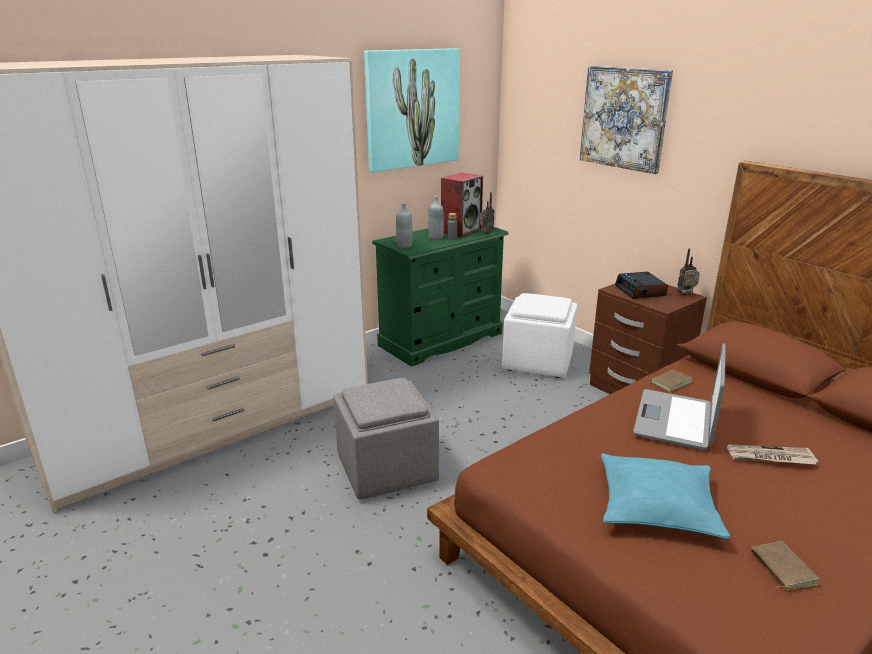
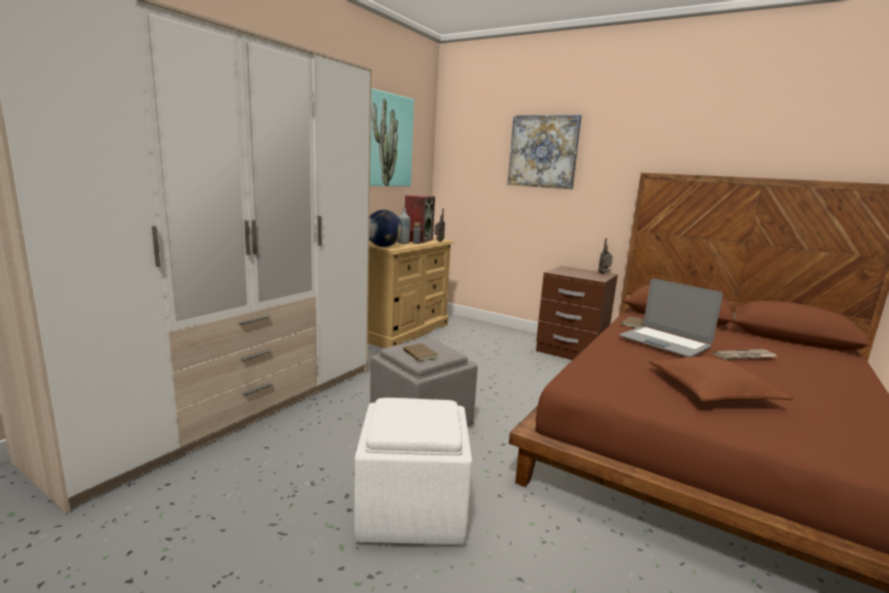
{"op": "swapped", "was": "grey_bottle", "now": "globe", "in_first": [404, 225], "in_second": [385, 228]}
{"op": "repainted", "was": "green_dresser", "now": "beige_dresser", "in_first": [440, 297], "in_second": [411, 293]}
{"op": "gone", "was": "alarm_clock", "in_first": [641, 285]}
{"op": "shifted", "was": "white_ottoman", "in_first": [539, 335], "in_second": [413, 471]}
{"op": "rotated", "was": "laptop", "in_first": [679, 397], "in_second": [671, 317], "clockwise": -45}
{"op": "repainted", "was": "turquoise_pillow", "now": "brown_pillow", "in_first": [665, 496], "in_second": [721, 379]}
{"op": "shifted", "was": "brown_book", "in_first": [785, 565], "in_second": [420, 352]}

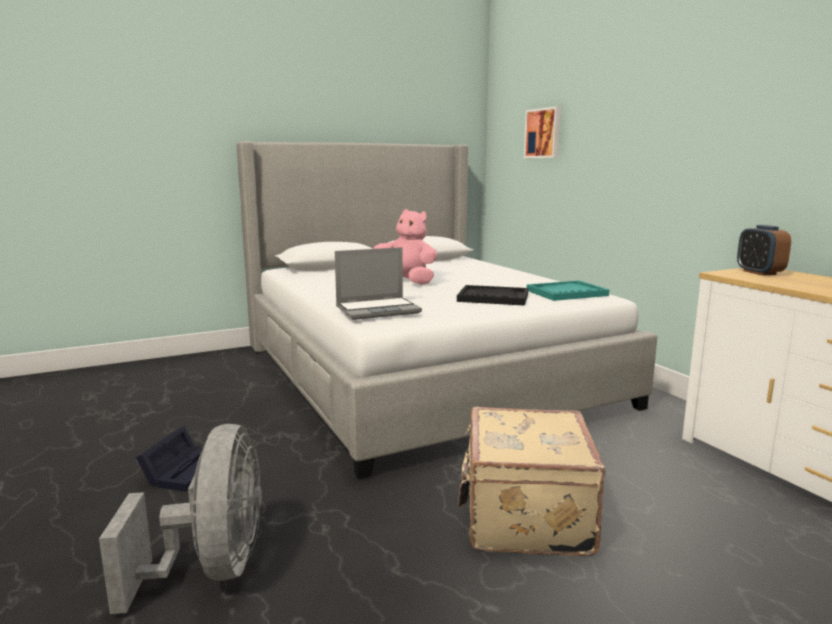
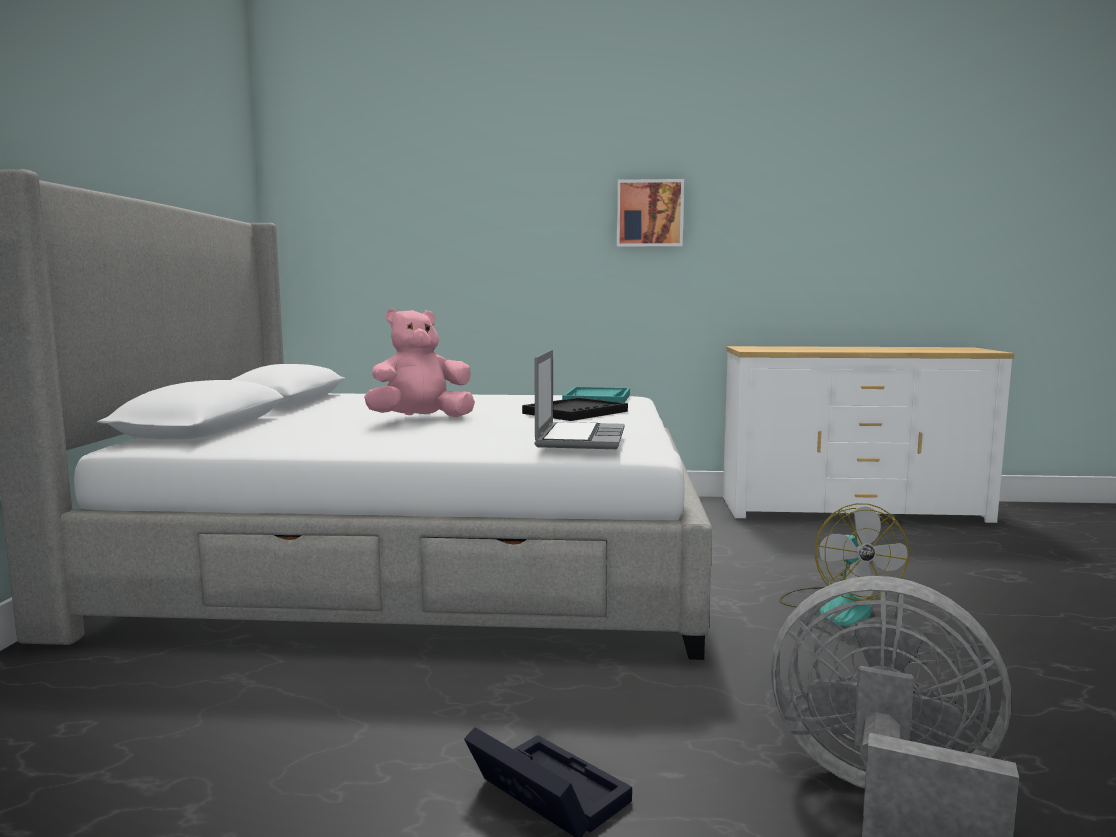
{"op": "shifted", "was": "picture", "in_first": [542, 132], "in_second": [650, 213]}
{"op": "gone", "was": "alarm_clock", "in_first": [764, 250]}
{"op": "swapped", "was": "beige_suitcase", "now": "fan", "in_first": [532, 481], "in_second": [844, 564]}

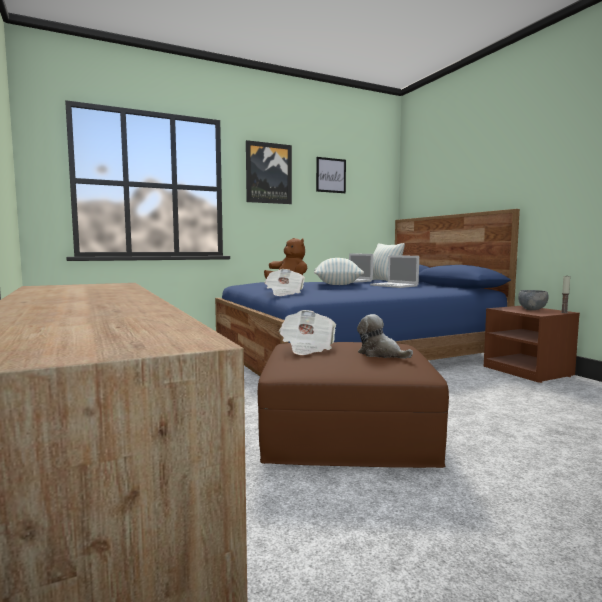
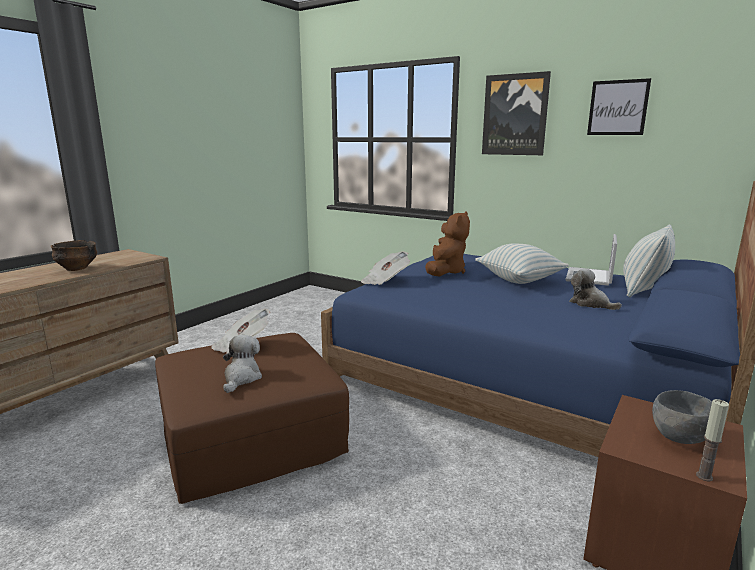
{"op": "swapped", "was": "laptop", "now": "plush_toy", "in_first": [394, 271], "in_second": [595, 289]}
{"op": "new", "now": "bowl", "in_second": [74, 255]}

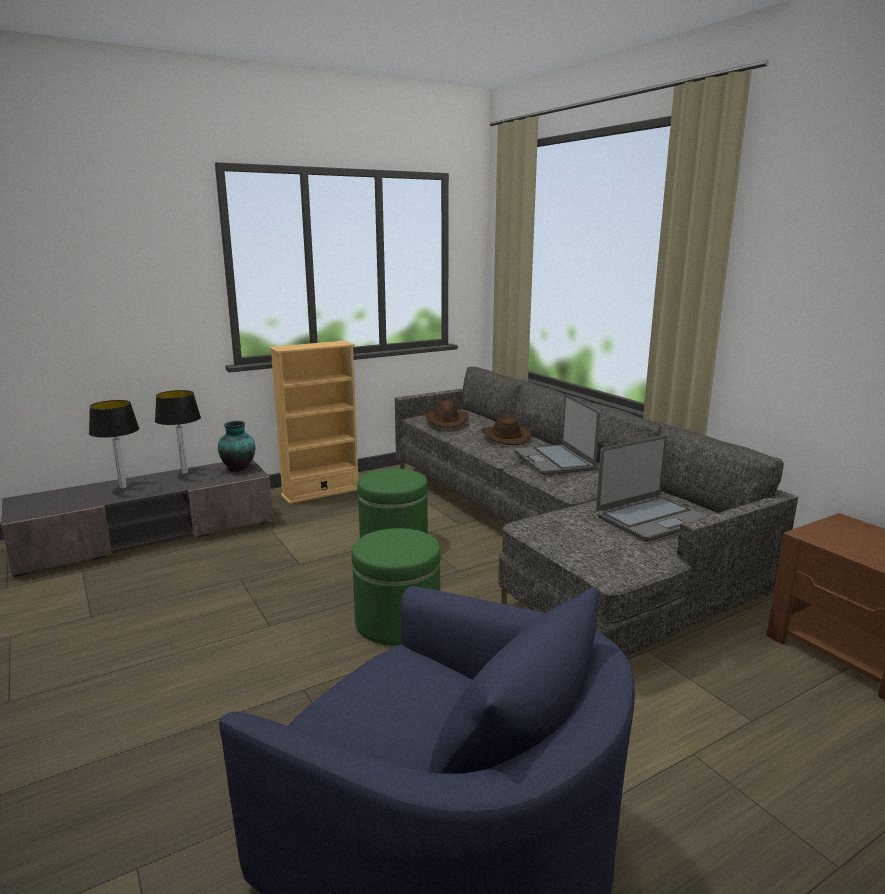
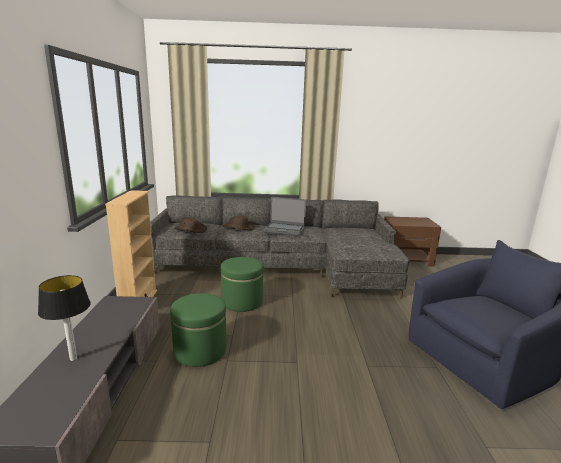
{"op": "gone", "was": "table_lamp", "in_first": [178, 432]}
{"op": "gone", "was": "vase", "in_first": [236, 446]}
{"op": "gone", "was": "laptop", "in_first": [651, 488]}
{"op": "shifted", "was": "green_ottoman", "in_first": [396, 587], "in_second": [198, 330]}

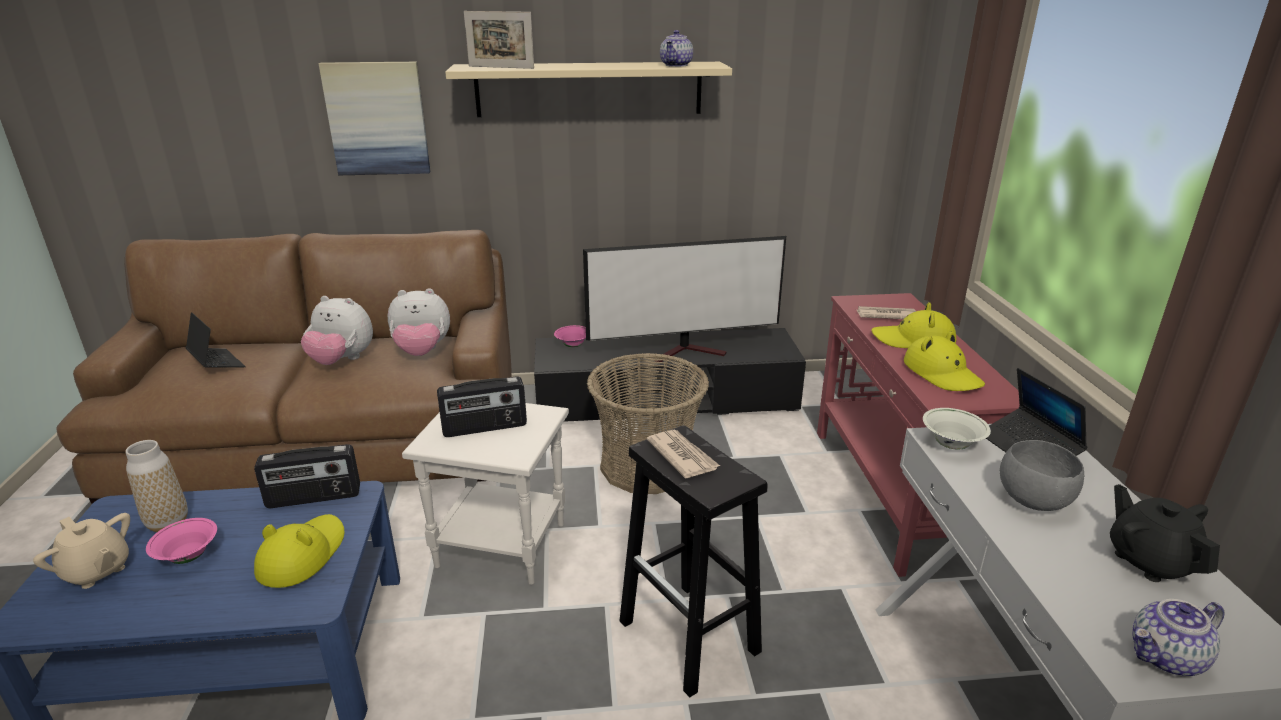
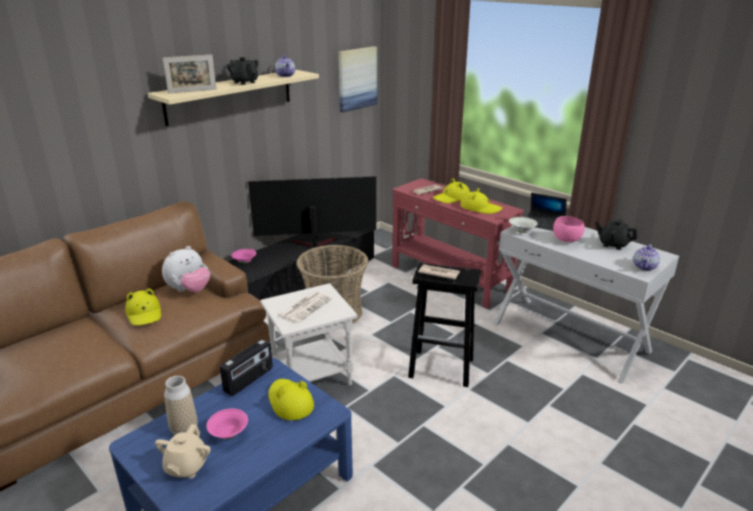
{"op": "shifted", "was": "picture", "in_first": [374, 118], "in_second": [357, 79]}
{"op": "rotated", "was": "television", "in_first": [684, 299], "in_second": [312, 212], "clockwise": -135}
{"op": "swapped", "was": "plush_toy", "now": "yellow_hat", "in_first": [337, 330], "in_second": [143, 307]}
{"op": "gone", "was": "laptop", "in_first": [215, 340]}
{"op": "swapped", "was": "radio", "now": "newspaper", "in_first": [482, 406], "in_second": [305, 307]}
{"op": "repainted", "was": "grey_bowl", "now": "pink_bowl", "in_first": [1042, 475], "in_second": [569, 229]}
{"op": "rotated", "was": "beige_teapot", "in_first": [81, 551], "in_second": [183, 451], "clockwise": 105}
{"op": "new", "now": "black_teapot", "in_second": [242, 71]}

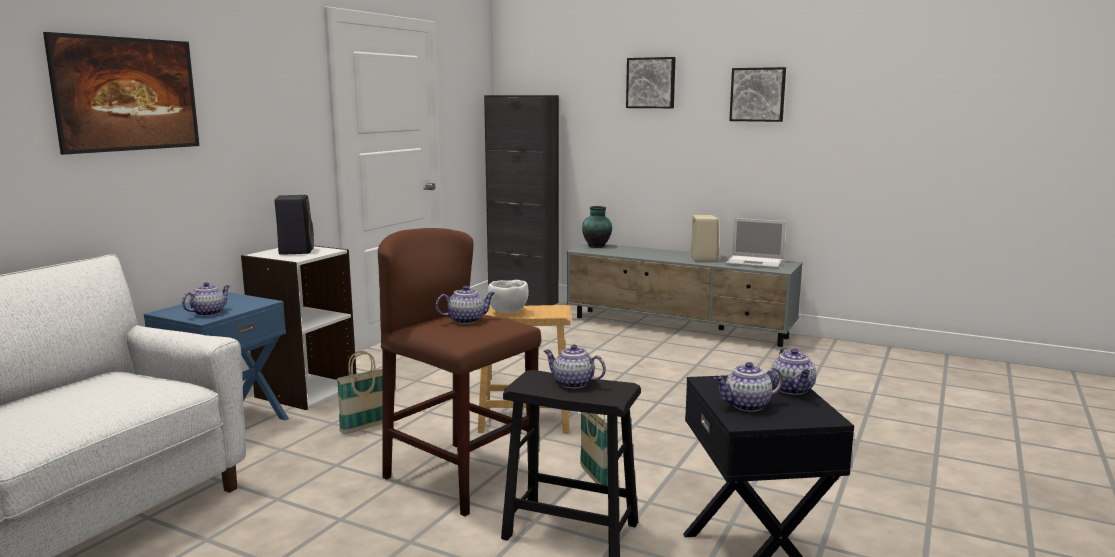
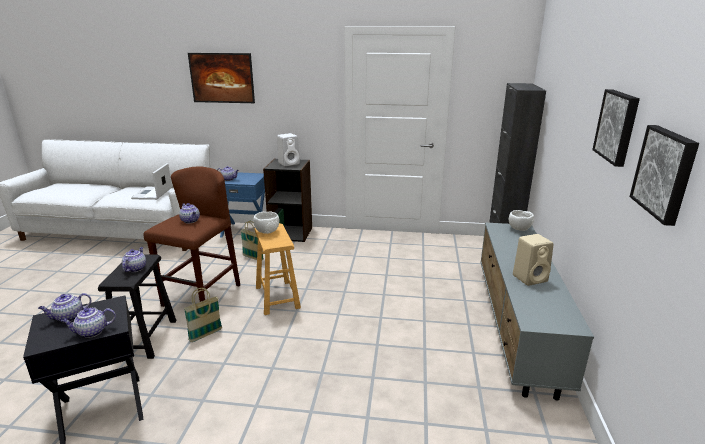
{"op": "shifted", "was": "picture", "in_first": [651, 82], "in_second": [664, 175]}
{"op": "repainted", "was": "black_speaker", "now": "white_speaker", "in_first": [294, 225], "in_second": [288, 149]}
{"op": "swapped", "was": "vase", "now": "white_bowl", "in_first": [597, 227], "in_second": [521, 220]}
{"op": "shifted", "was": "laptop", "in_first": [755, 243], "in_second": [151, 181]}
{"op": "repainted", "was": "white_bookcase", "now": "black_bookcase", "in_first": [298, 327], "in_second": [287, 200]}
{"op": "rotated", "was": "teapot", "in_first": [748, 387], "in_second": [64, 307], "clockwise": -90}

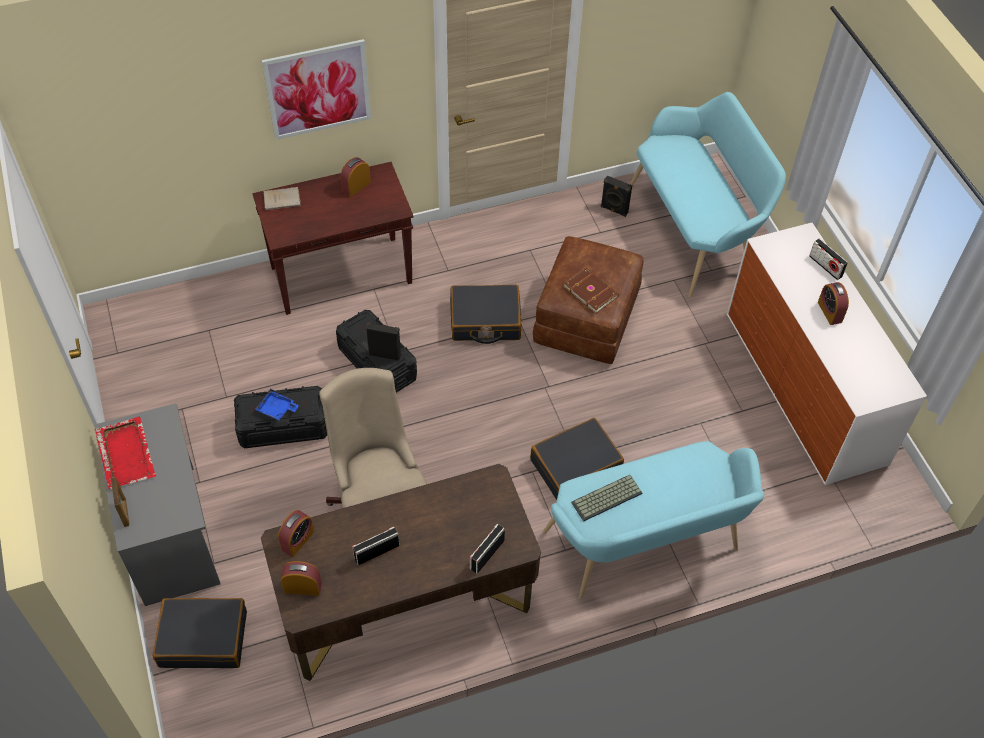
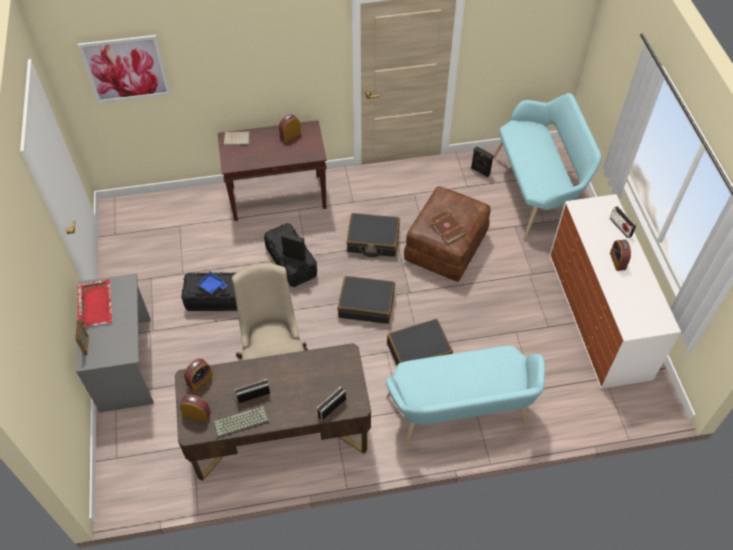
{"op": "shifted", "was": "picture", "in_first": [316, 89], "in_second": [124, 69]}
{"op": "shifted", "was": "keyboard", "in_first": [606, 498], "in_second": [240, 422]}
{"op": "shifted", "was": "black_suitcase", "in_first": [200, 632], "in_second": [366, 300]}

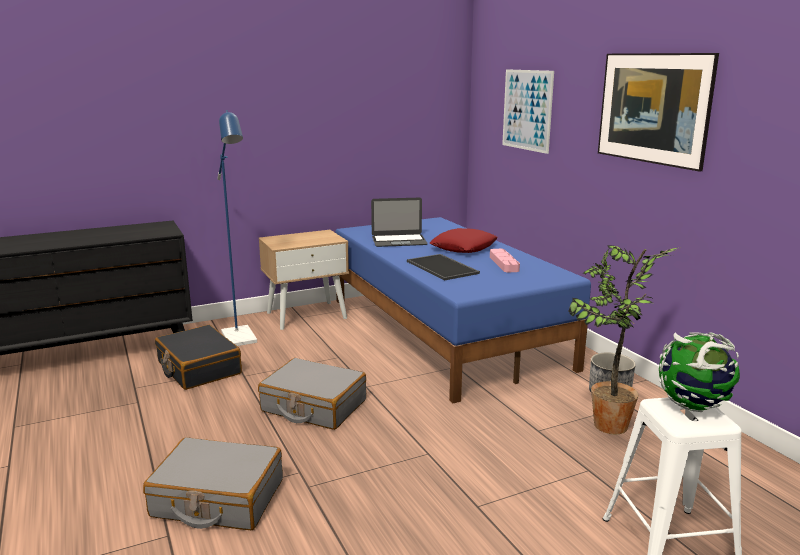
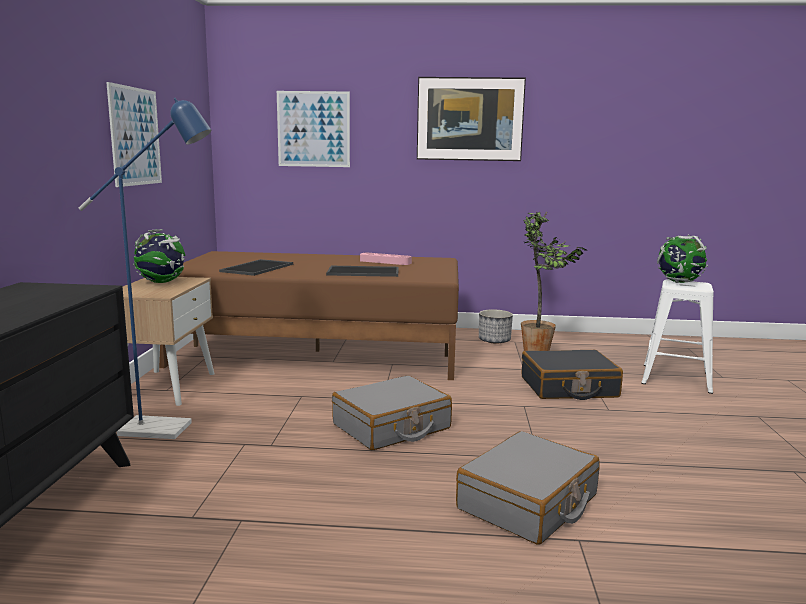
{"op": "swapped", "was": "laptop", "now": "tray", "in_first": [399, 222], "in_second": [256, 267]}
{"op": "repainted", "was": "blue_bed", "now": "brown_bed", "in_first": [463, 310], "in_second": [309, 315]}
{"op": "gone", "was": "red_pillow", "in_first": [464, 240]}
{"op": "shifted", "was": "black_suitcase", "in_first": [198, 357], "in_second": [572, 375]}
{"op": "new", "now": "picture", "in_second": [134, 134]}
{"op": "new", "now": "globe", "in_second": [159, 256]}

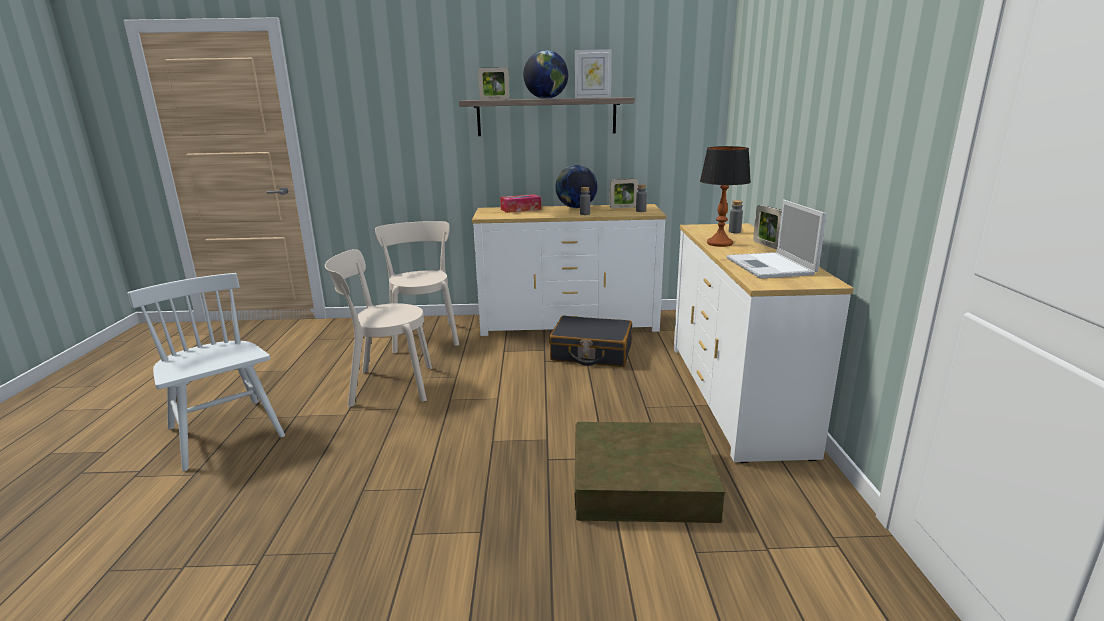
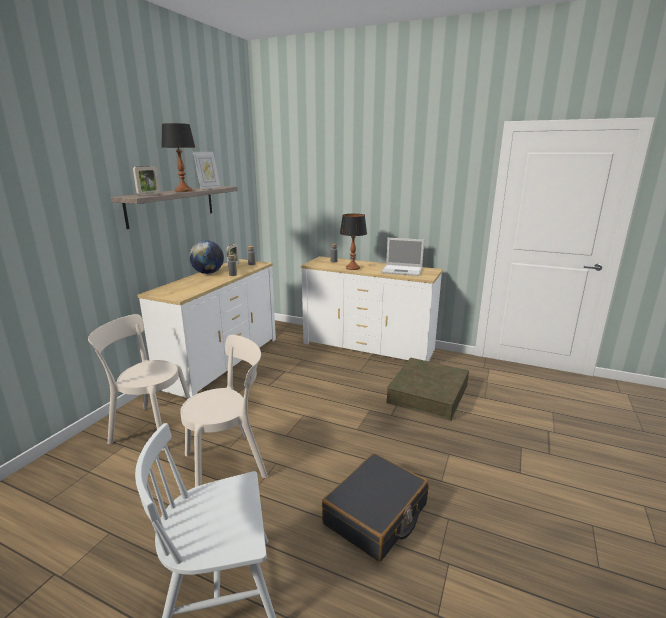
{"op": "swapped", "was": "globe", "now": "table_lamp", "in_first": [545, 74], "in_second": [178, 157]}
{"op": "gone", "was": "tissue_box", "in_first": [520, 203]}
{"op": "gone", "was": "picture_frame", "in_first": [767, 227]}
{"op": "rotated", "was": "beige_chair", "in_first": [378, 328], "in_second": [224, 411], "clockwise": -135}
{"op": "shifted", "was": "black_suitcase", "in_first": [590, 341], "in_second": [375, 507]}

